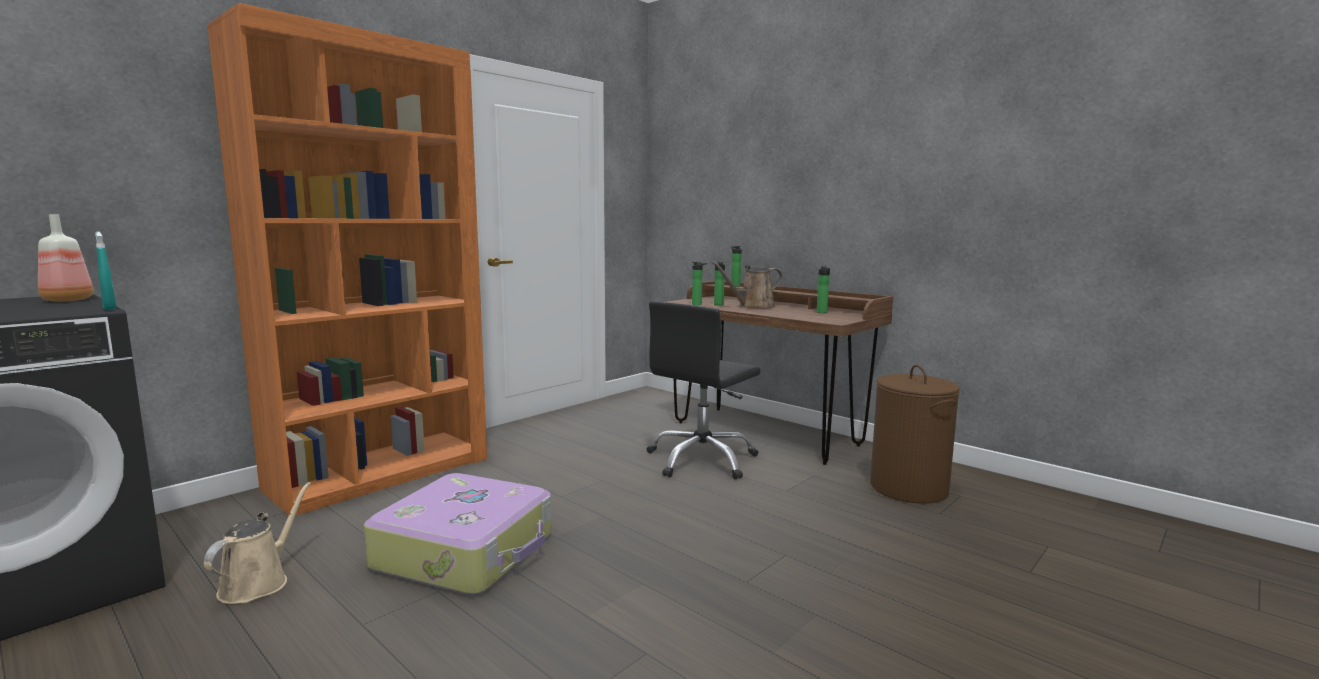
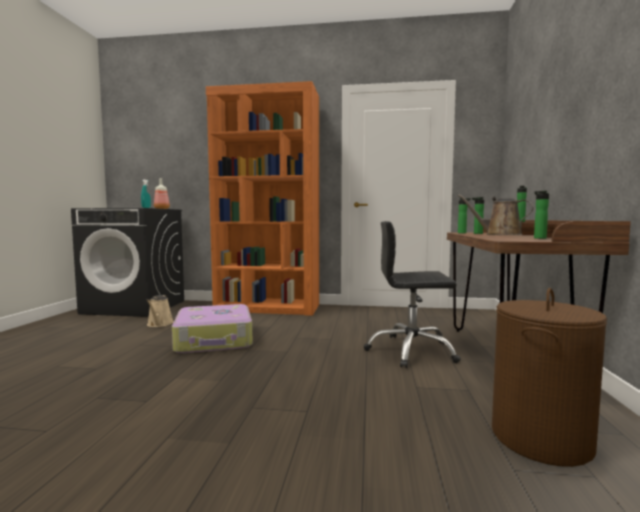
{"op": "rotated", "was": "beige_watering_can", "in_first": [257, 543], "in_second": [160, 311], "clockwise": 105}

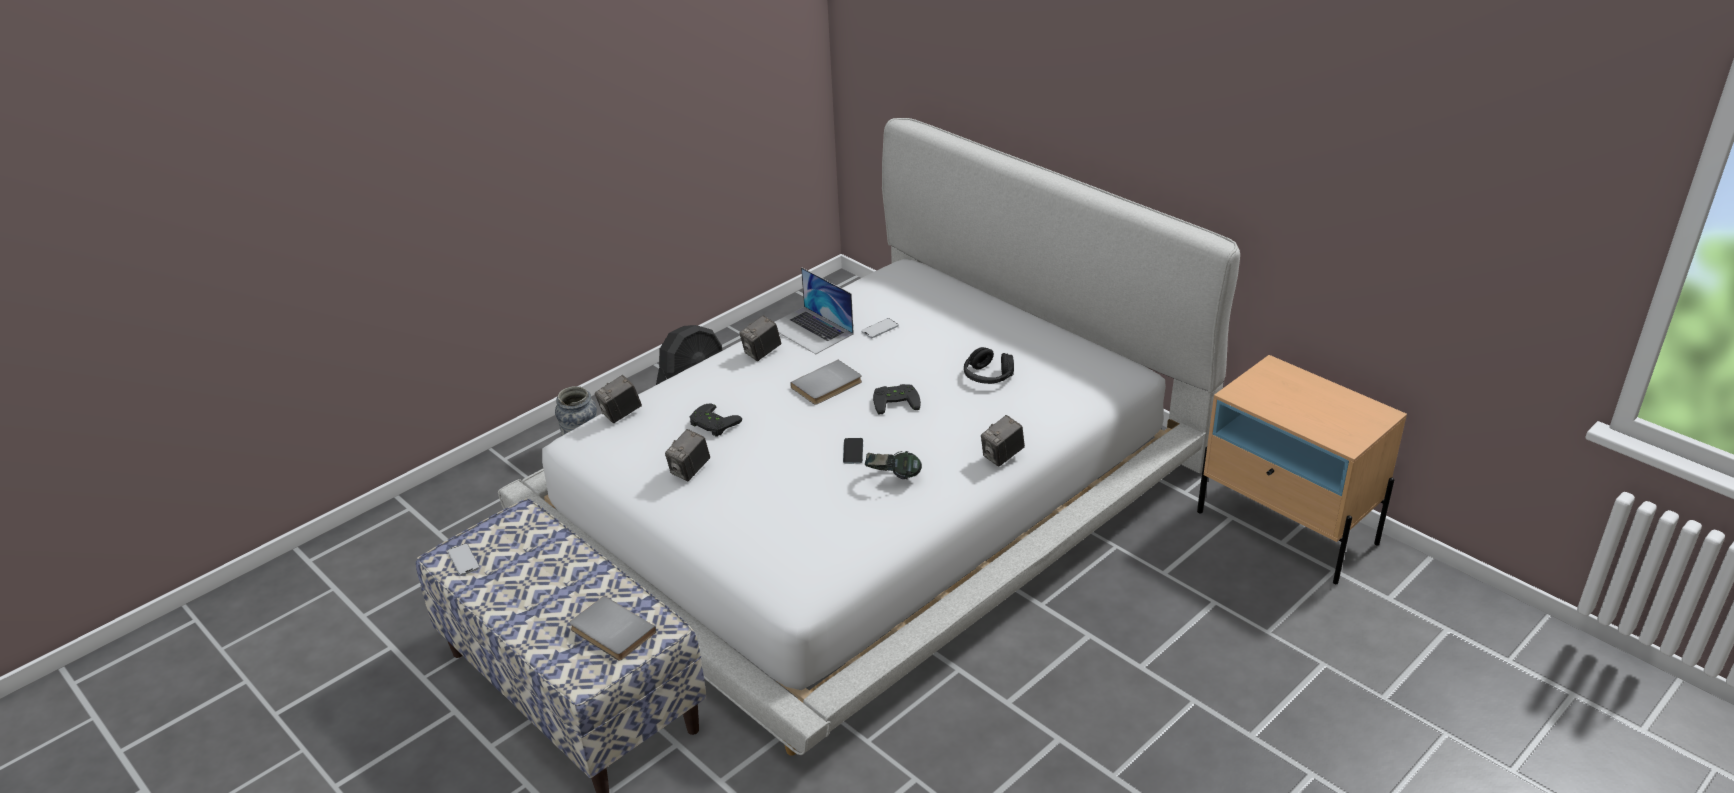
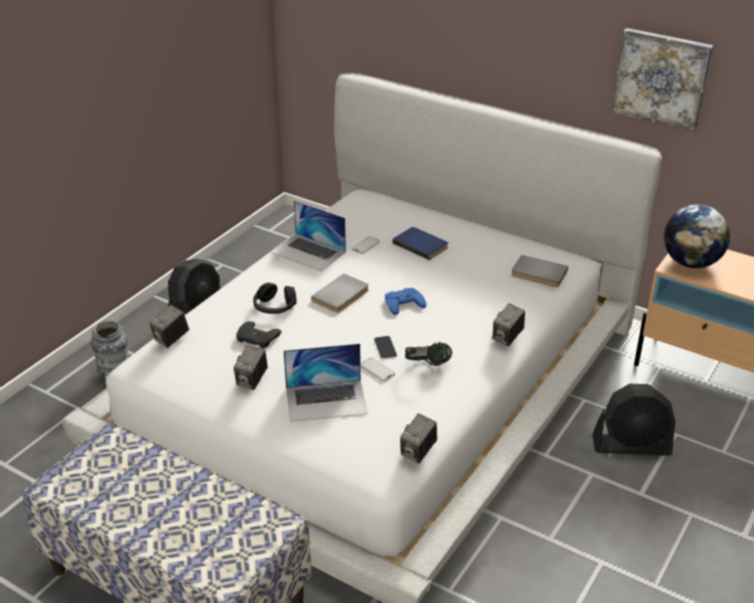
{"op": "shifted", "was": "photo_camera", "in_first": [760, 338], "in_second": [418, 438]}
{"op": "shifted", "was": "black_headphones", "in_first": [989, 365], "in_second": [275, 298]}
{"op": "repainted", "was": "black_game_controller", "now": "blue_game_controller", "in_first": [897, 399], "in_second": [405, 301]}
{"op": "shifted", "was": "phone", "in_first": [463, 559], "in_second": [377, 369]}
{"op": "shifted", "was": "grey_book", "in_first": [613, 628], "in_second": [539, 271]}
{"op": "new", "now": "picture", "in_second": [663, 80]}
{"op": "new", "now": "globe", "in_second": [697, 236]}
{"op": "new", "now": "blue_book", "in_second": [420, 243]}
{"op": "new", "now": "laptop", "in_second": [326, 383]}
{"op": "new", "now": "black_fan", "in_second": [634, 420]}

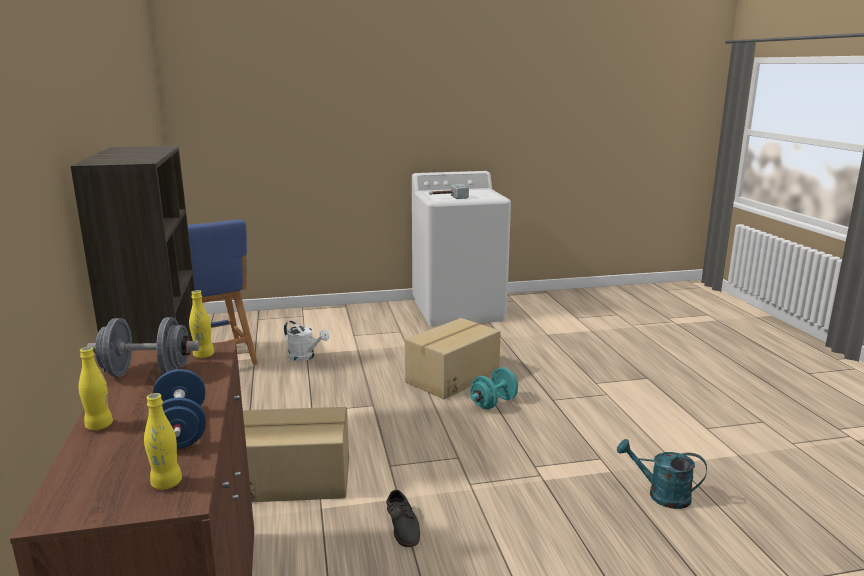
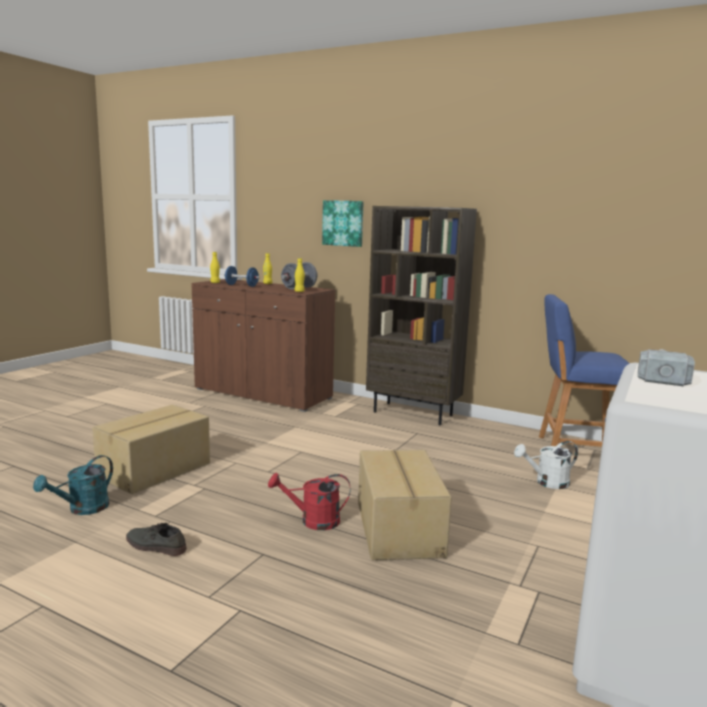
{"op": "swapped", "was": "turquoise_dumbbell", "now": "red_watering_can", "in_first": [494, 388], "in_second": [309, 501]}
{"op": "shifted", "was": "cardboard_box", "in_first": [296, 454], "in_second": [151, 449]}
{"op": "rotated", "was": "turquoise_watering_can", "in_first": [662, 474], "in_second": [73, 485], "clockwise": 150}
{"op": "shifted", "was": "grey_shoe", "in_first": [403, 518], "in_second": [156, 539]}
{"op": "new", "now": "picture", "in_second": [342, 223]}

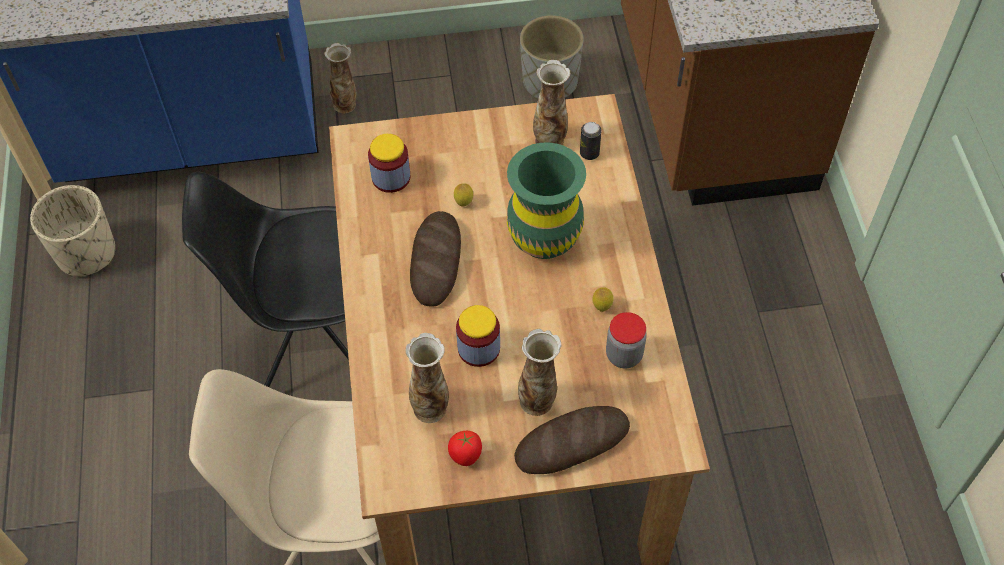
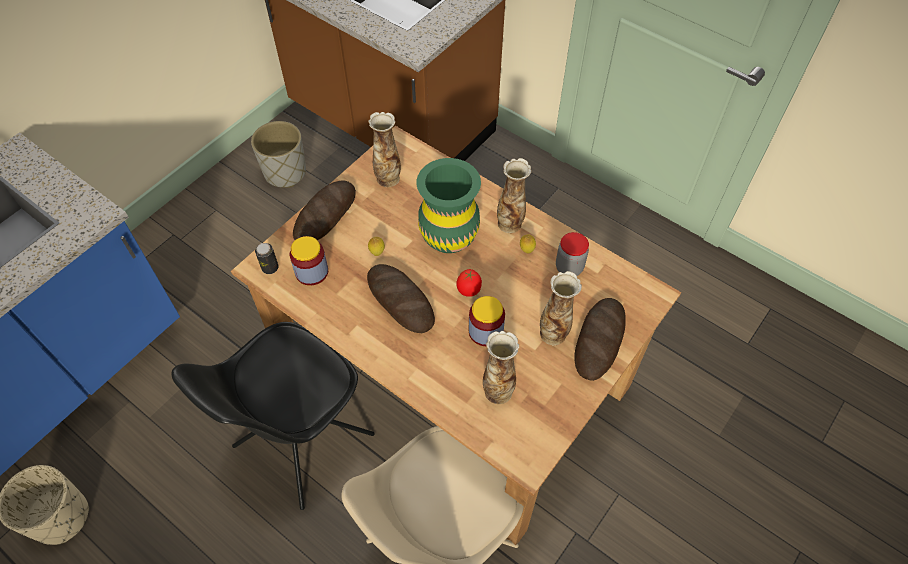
{"op": "shifted", "was": "vase", "in_first": [340, 78], "in_second": [514, 195]}
{"op": "shifted", "was": "can", "in_first": [591, 141], "in_second": [267, 258]}
{"op": "shifted", "was": "tomato", "in_first": [465, 448], "in_second": [469, 283]}
{"op": "new", "now": "bread", "in_second": [324, 210]}

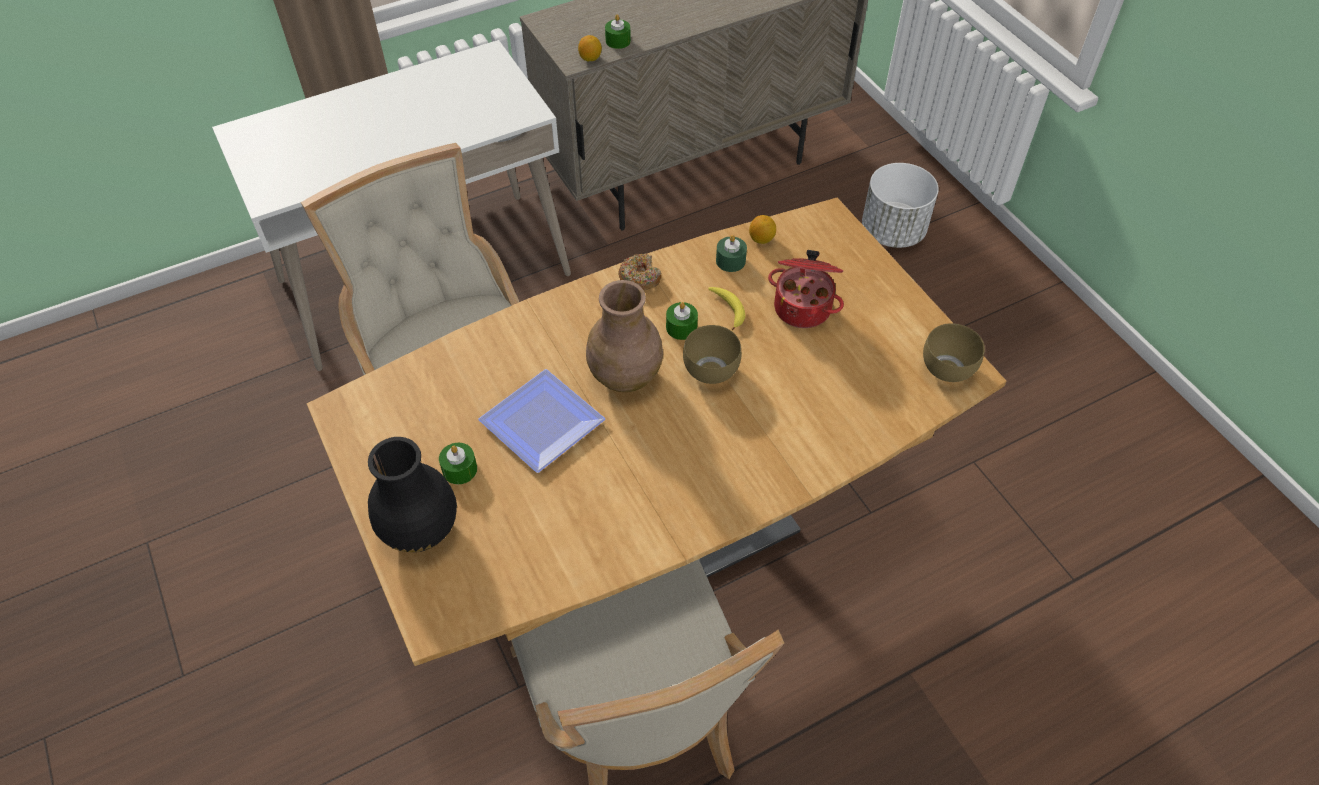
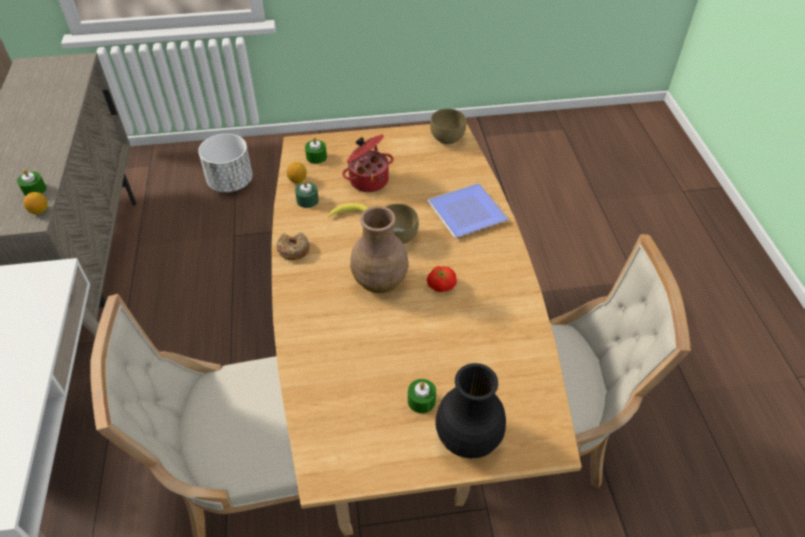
{"op": "shifted", "was": "green_candle", "in_first": [682, 321], "in_second": [316, 150]}
{"op": "shifted", "was": "plate", "in_first": [541, 421], "in_second": [468, 210]}
{"op": "new", "now": "tomato", "in_second": [442, 279]}

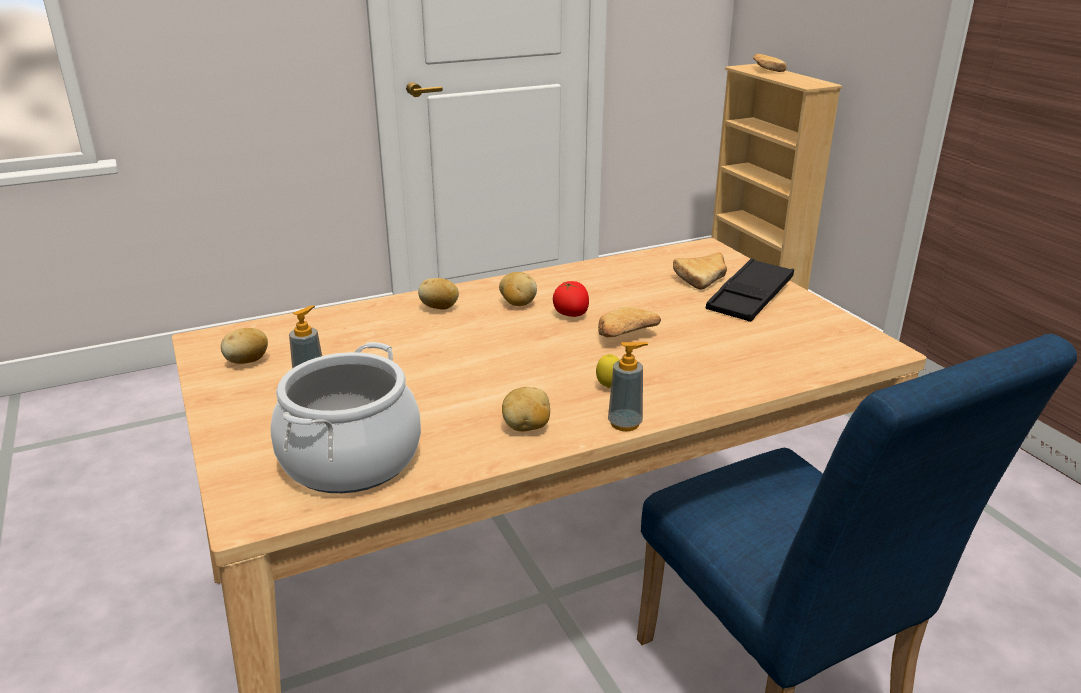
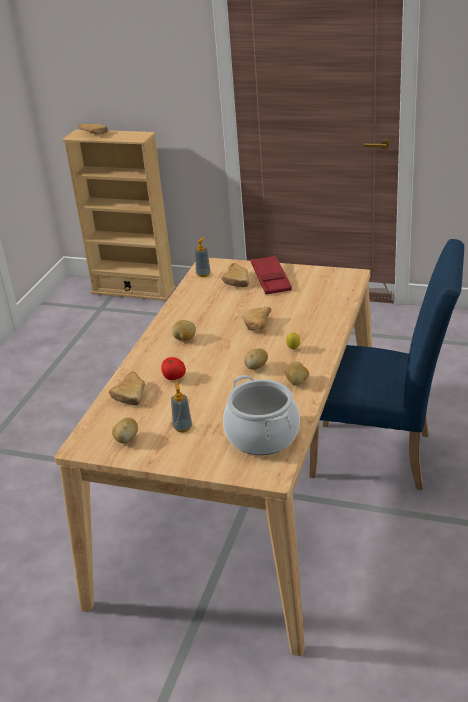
{"op": "repainted", "was": "black_tray", "now": "red_tray", "in_first": [749, 290], "in_second": [271, 275]}
{"op": "shifted", "was": "potato", "in_first": [438, 294], "in_second": [256, 359]}
{"op": "shifted", "was": "tomato", "in_first": [571, 299], "in_second": [173, 368]}
{"op": "shifted", "was": "soap_dispenser", "in_first": [628, 386], "in_second": [203, 257]}
{"op": "new", "now": "bread", "in_second": [127, 388]}

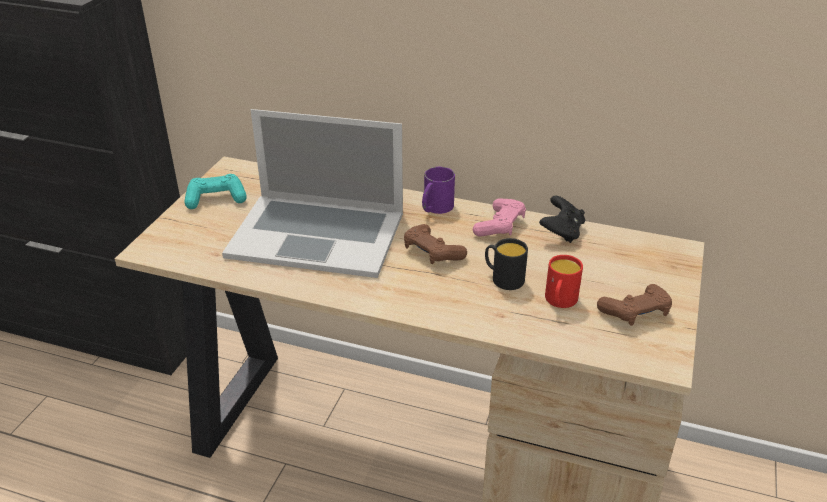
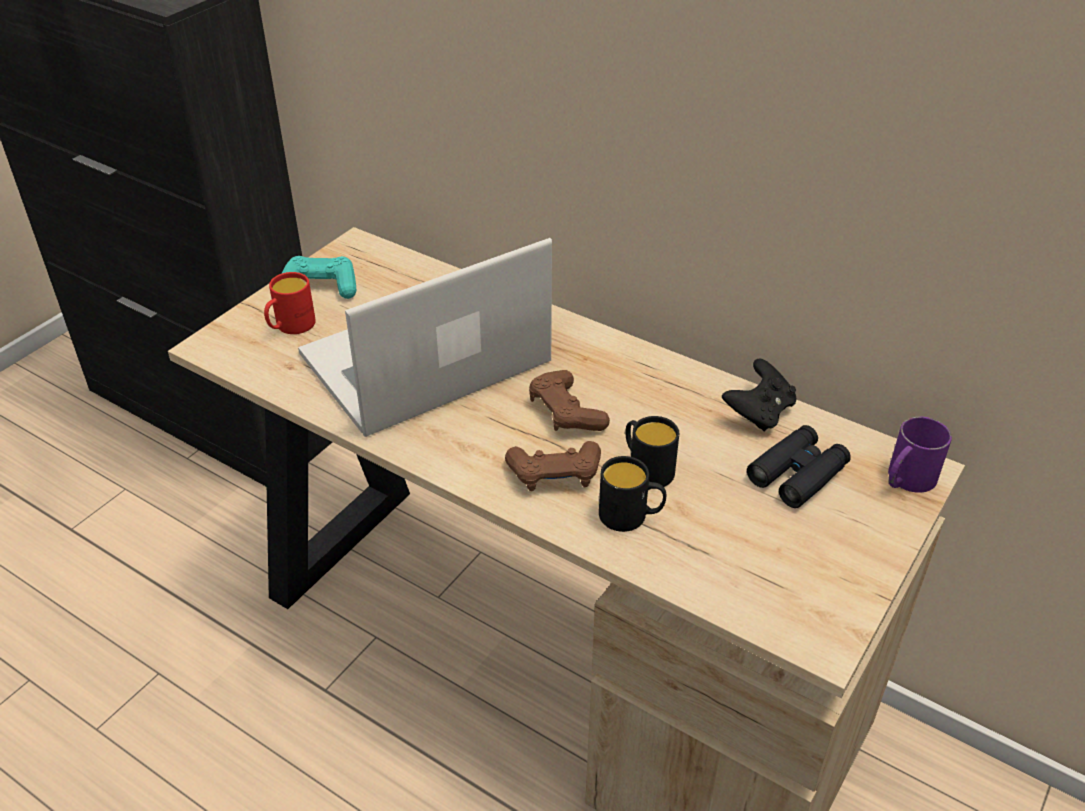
{"op": "rotated", "was": "laptop", "in_first": [312, 193], "in_second": [425, 337], "clockwise": 120}
{"op": "shifted", "was": "purple_mug", "in_first": [438, 190], "in_second": [920, 454]}
{"op": "gone", "was": "pink_game_controller", "in_first": [499, 217]}
{"op": "shifted", "was": "red_mug", "in_first": [564, 281], "in_second": [290, 303]}
{"op": "shifted", "was": "brown_game_controller", "in_first": [634, 305], "in_second": [553, 466]}
{"op": "new", "now": "black_binoculars", "in_second": [799, 466]}
{"op": "new", "now": "black_mug", "in_second": [632, 494]}

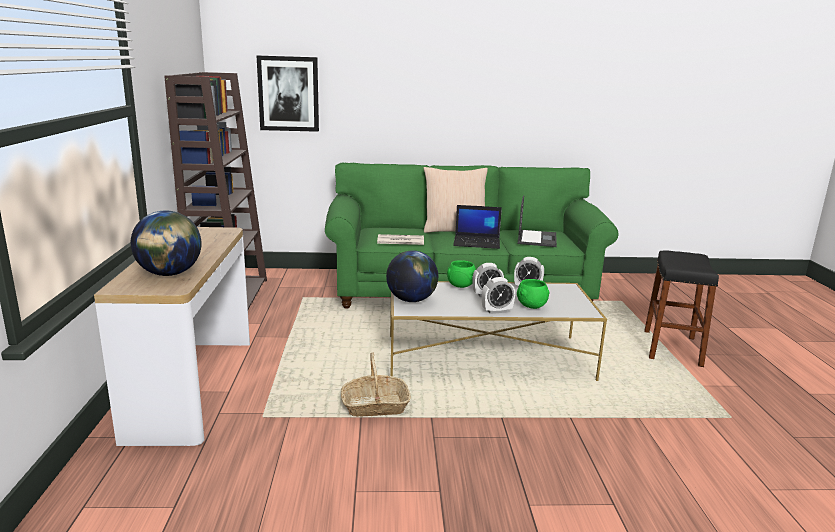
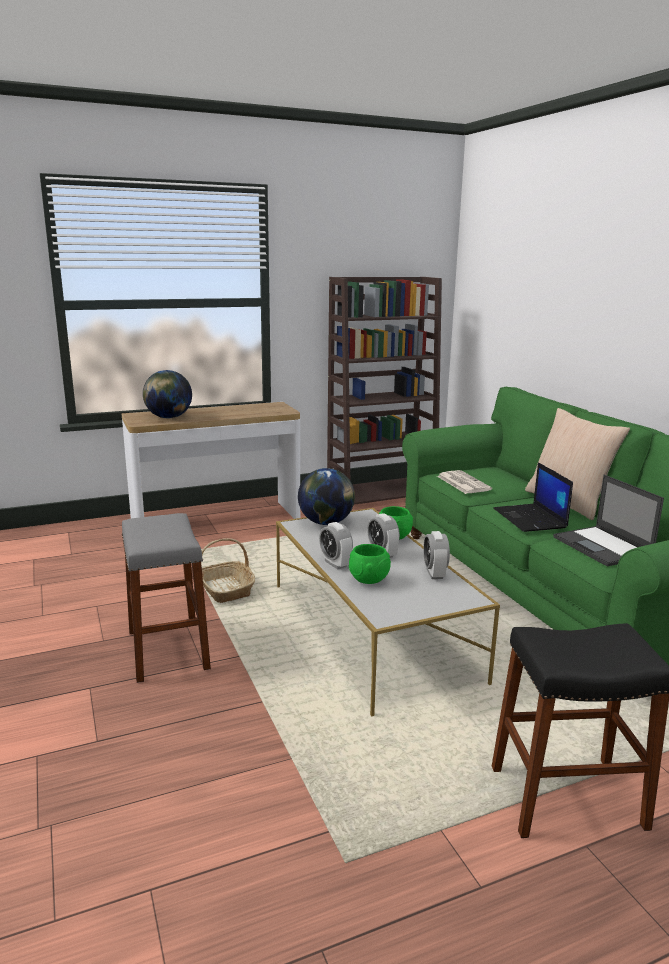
{"op": "gone", "was": "picture", "in_first": [288, 94]}
{"op": "rotated", "was": "laptop", "in_first": [537, 221], "in_second": [608, 521], "clockwise": 75}
{"op": "new", "now": "grey_stool", "in_second": [166, 598]}

